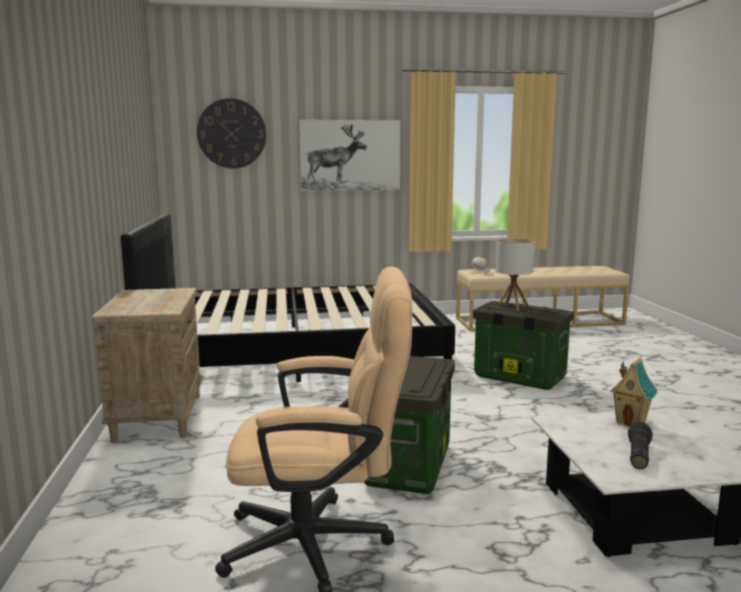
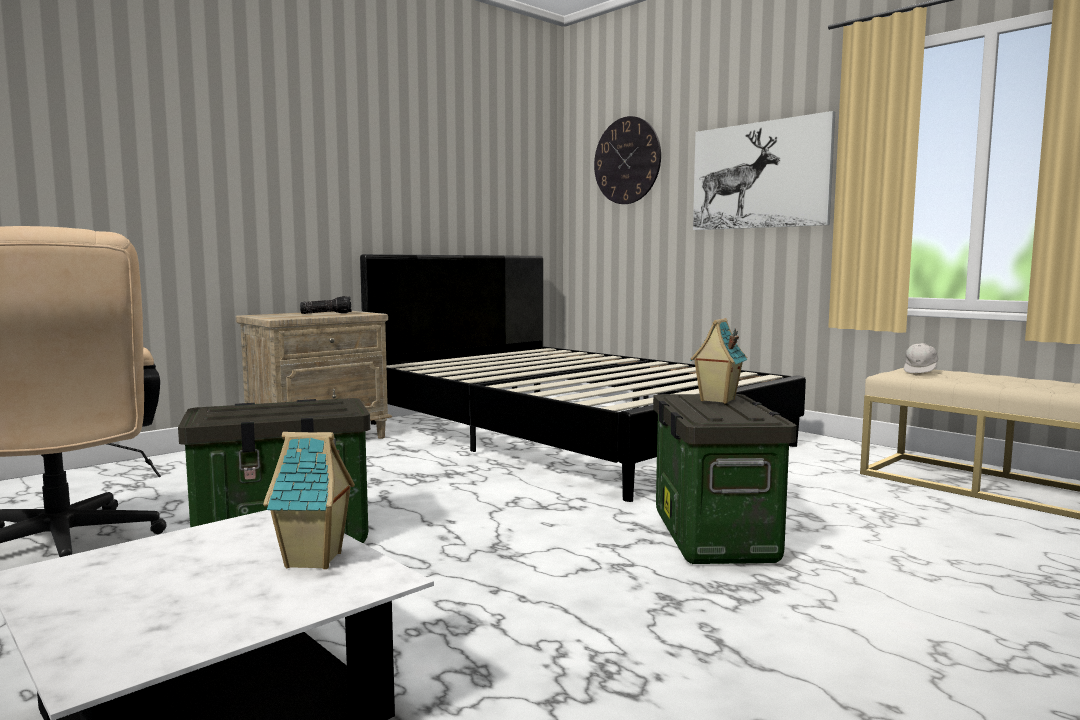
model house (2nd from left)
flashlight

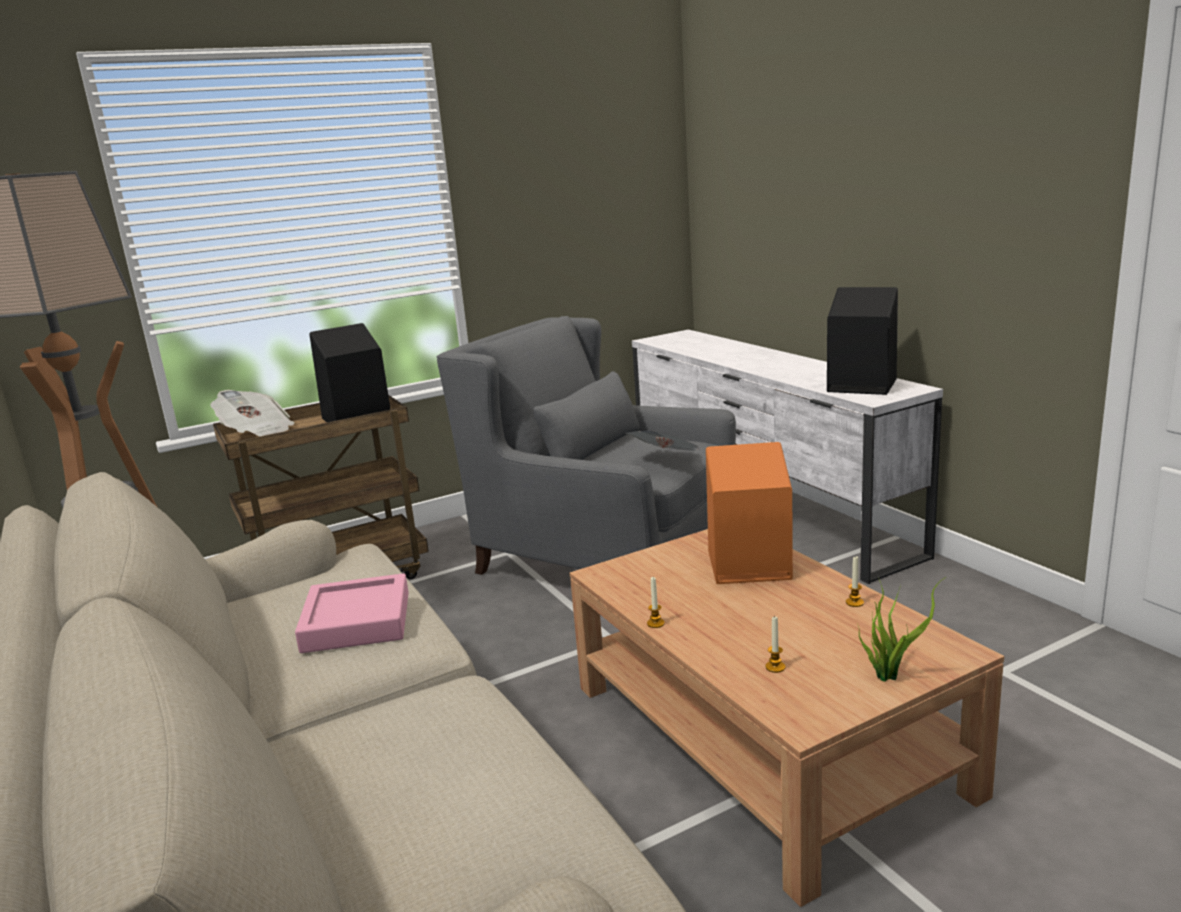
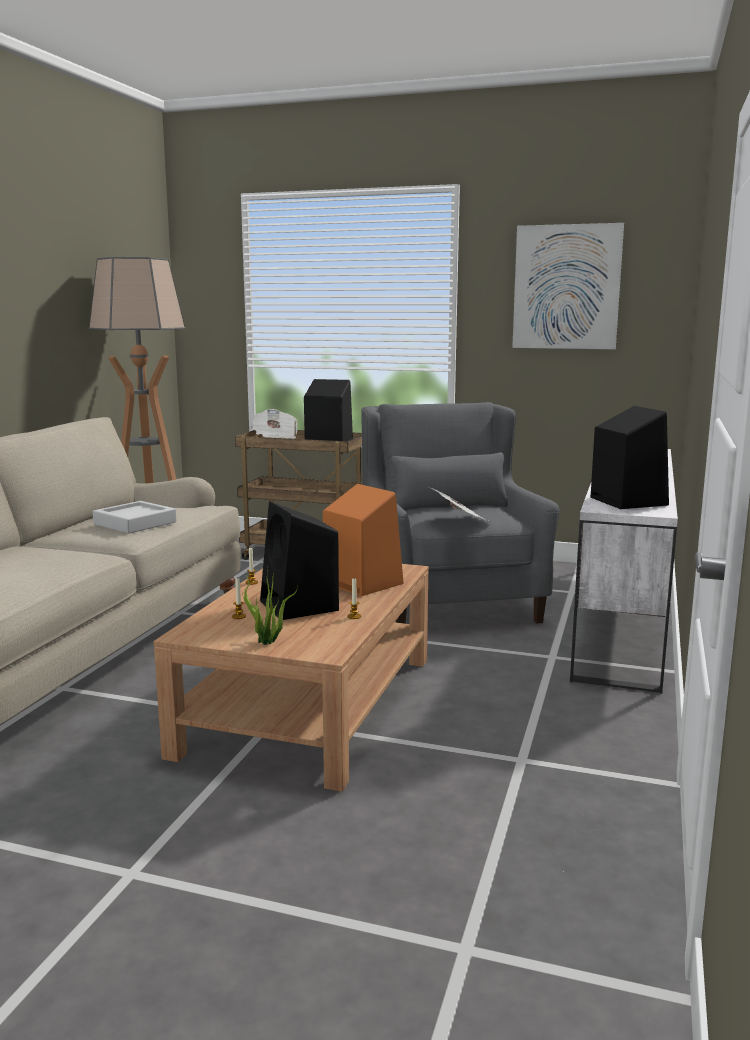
tray/greyish
speaker/black-coloured (1st from left)
wall picture

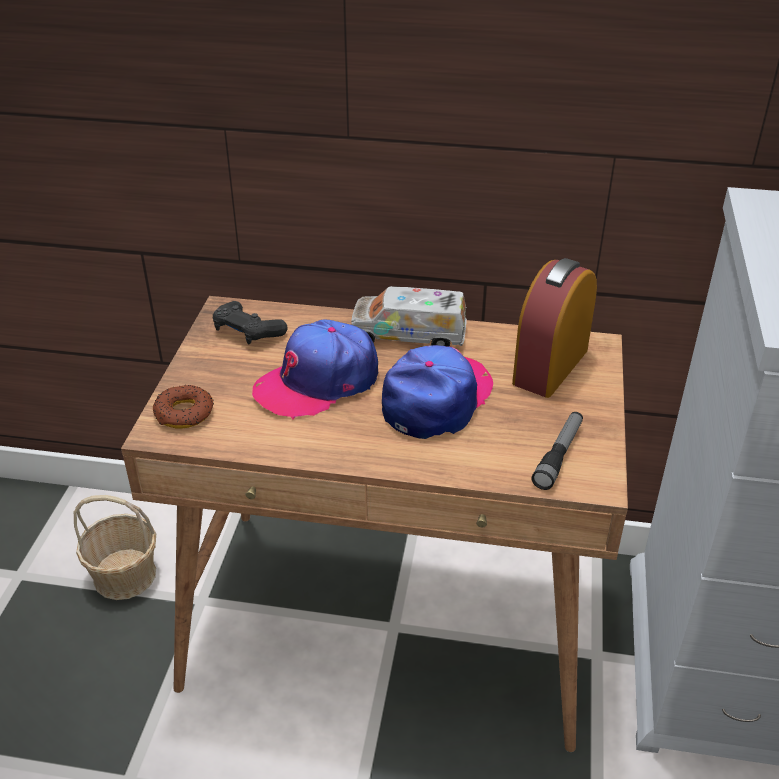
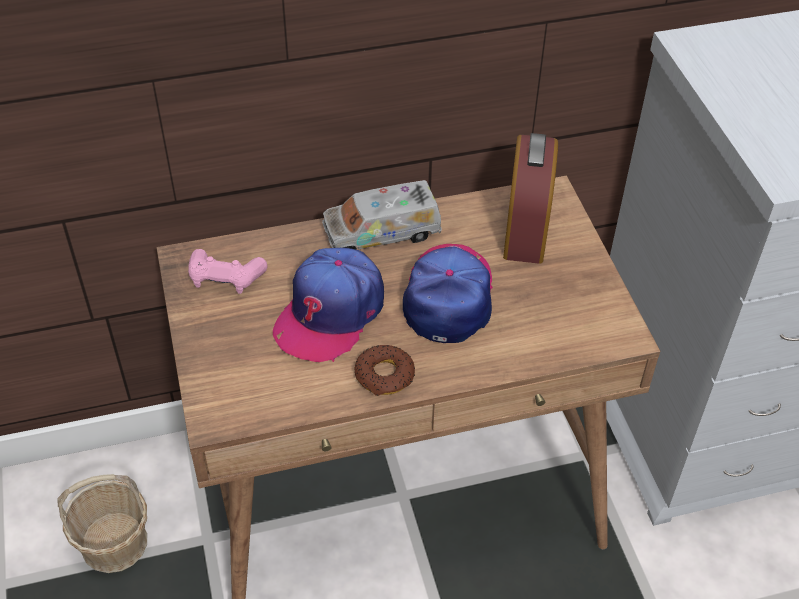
doughnut
game controller/pinkish
flashlight

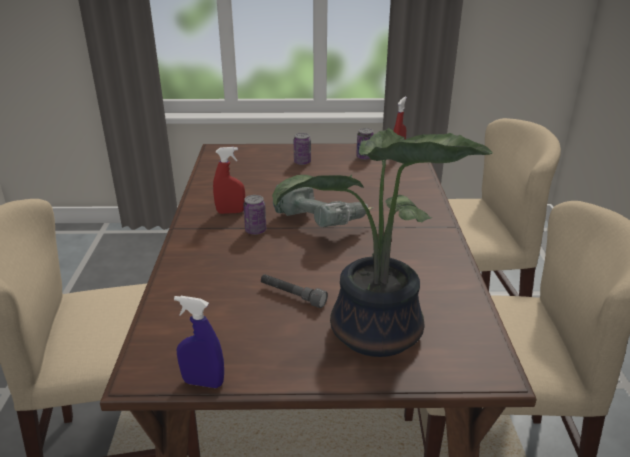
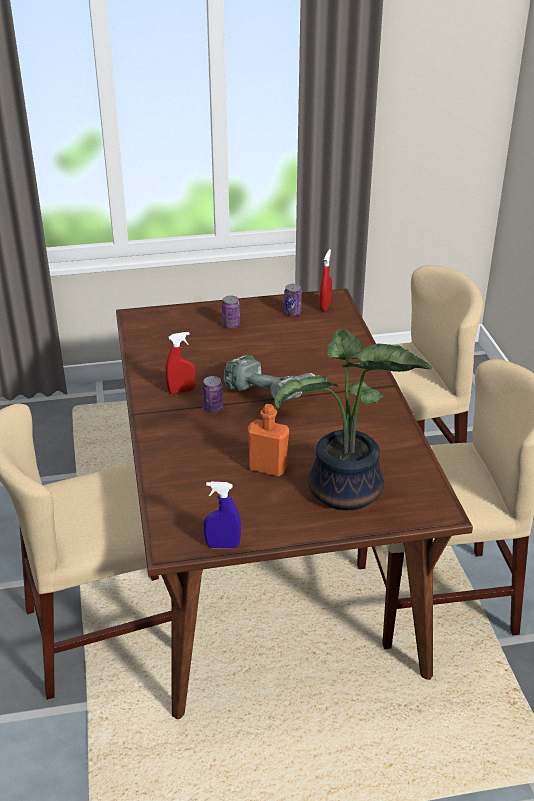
drink bottle/orangey

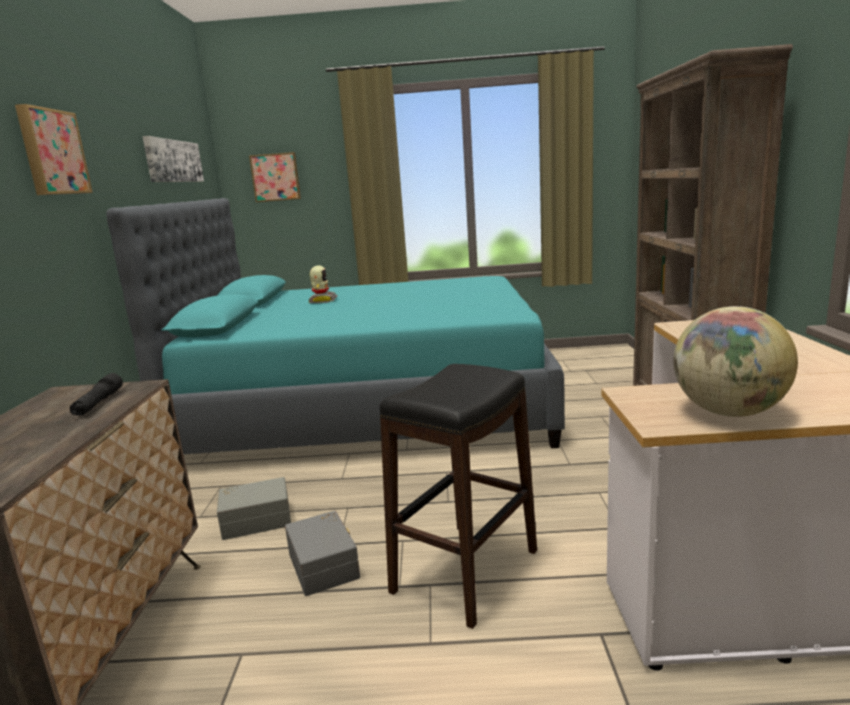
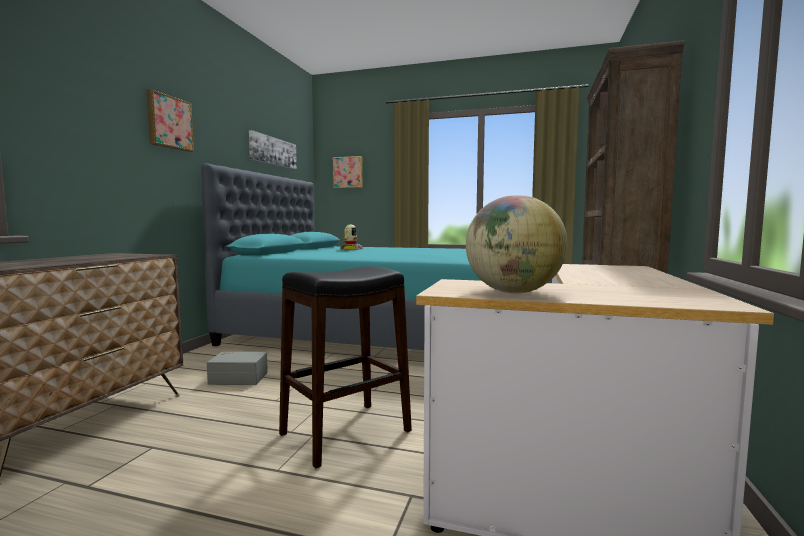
flashlight/black-coloured
storage box/greyish (2nd from left in the first image)

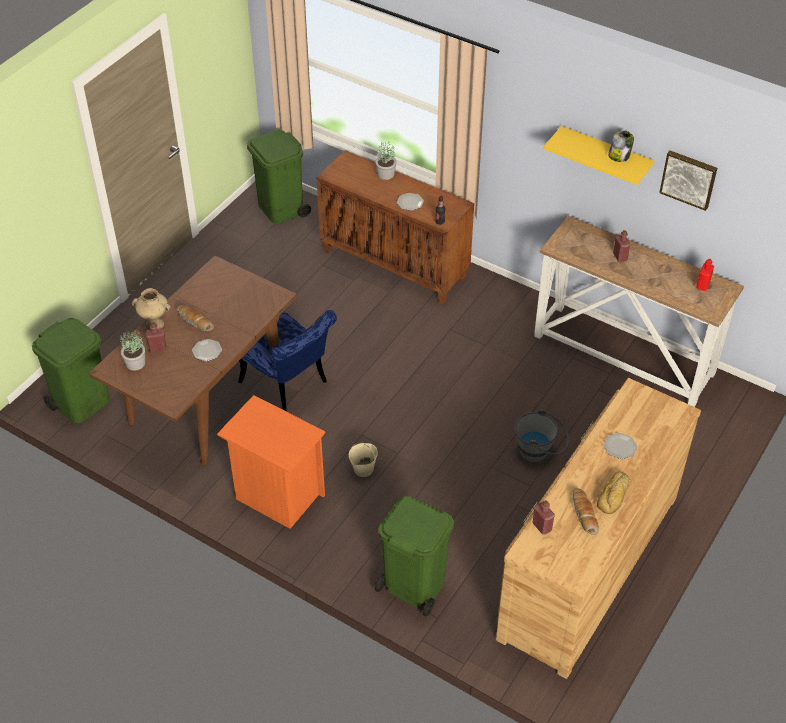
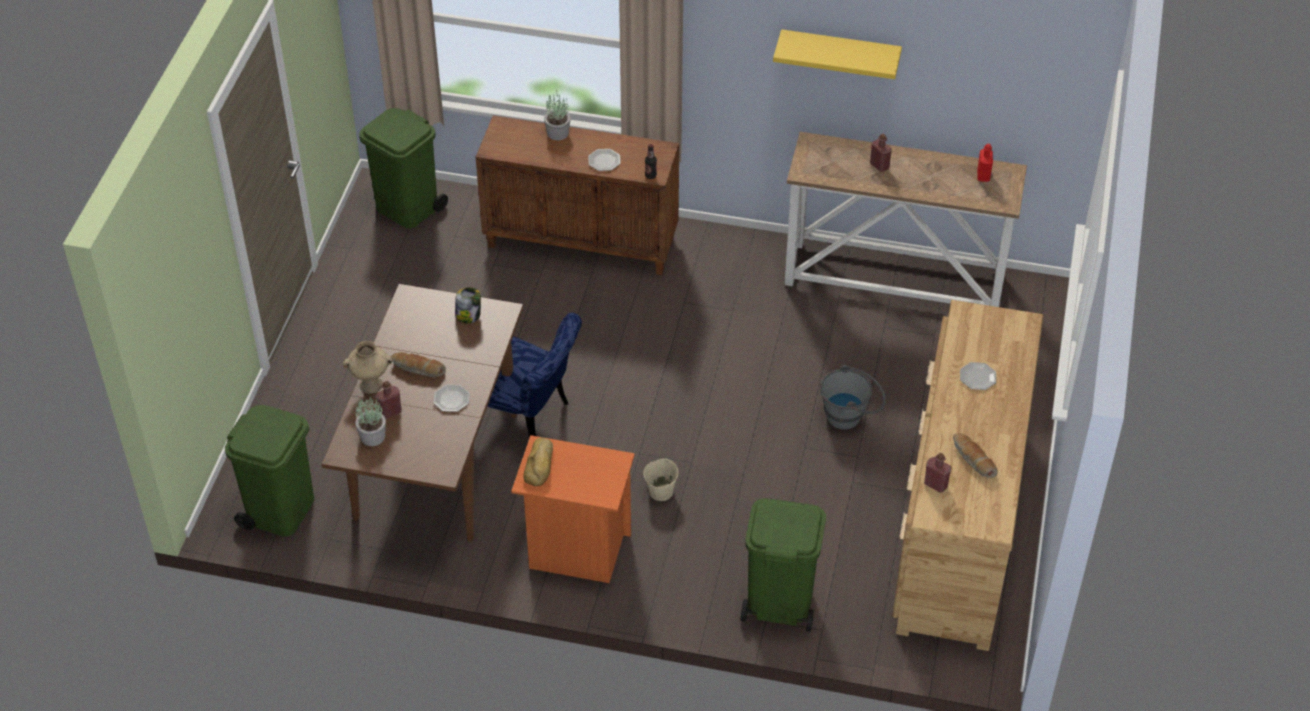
baked bread (2nd from left)
preserve jar
wall picture

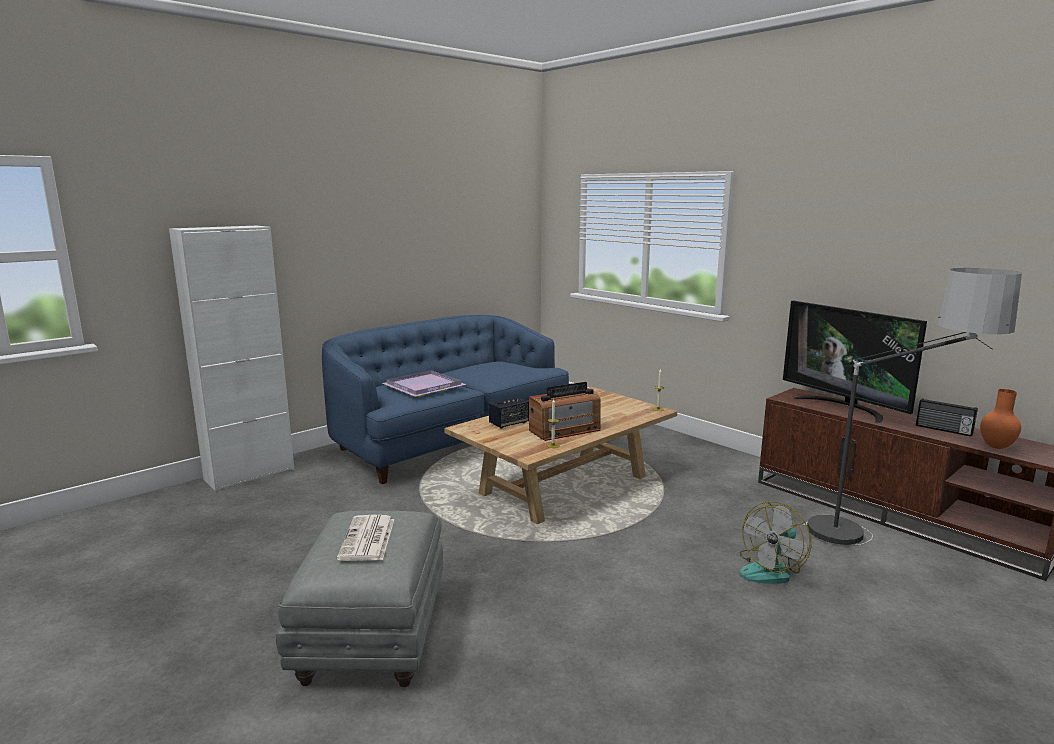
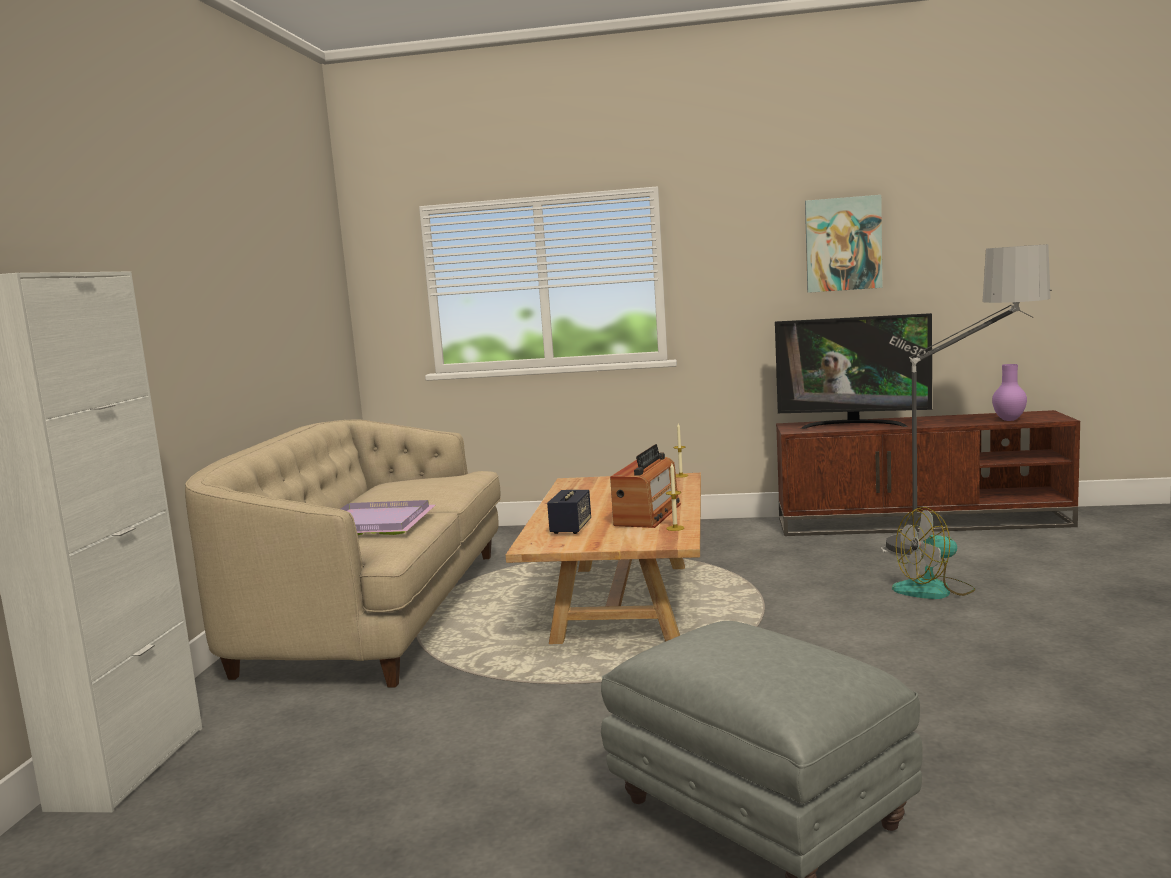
settee/beige
daily paper
fan
radio receiver (2nd from left in the first image)
decorative vase/purple-coloured
wall picture

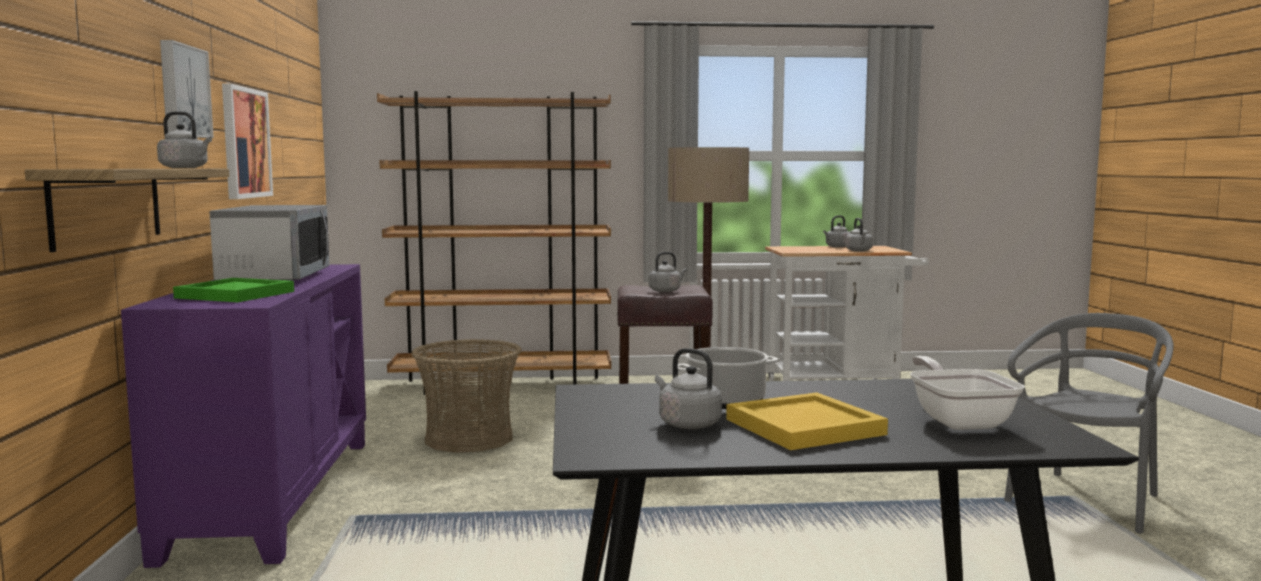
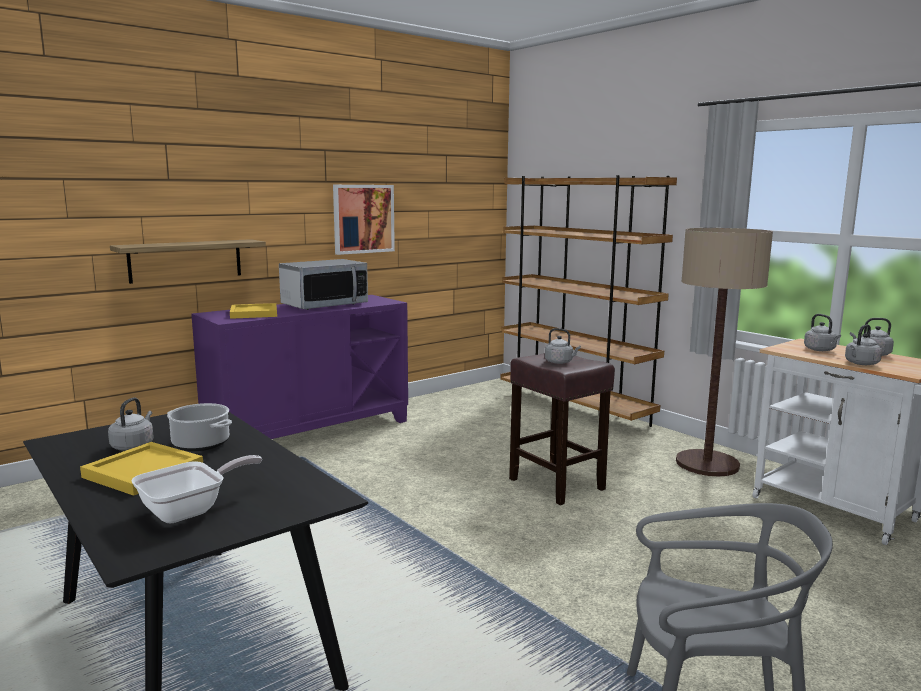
kettle/greyish (3rd from left)
wall picture (1st from left in the first image)
tray/yellow-coloured (2nd from left)
basket

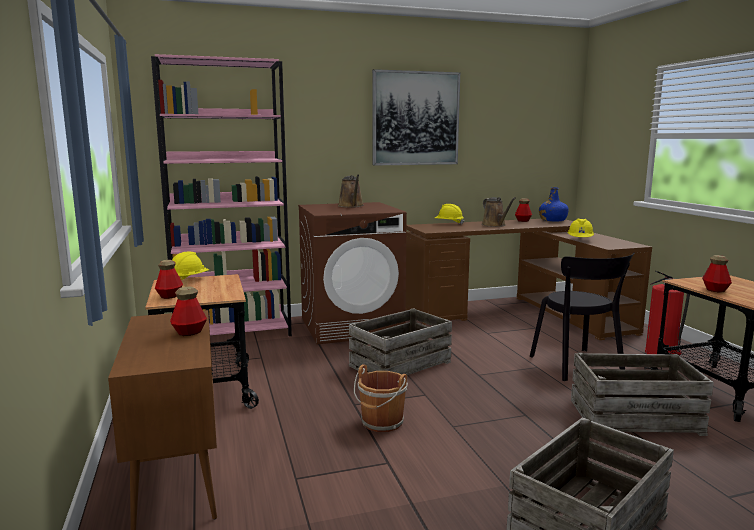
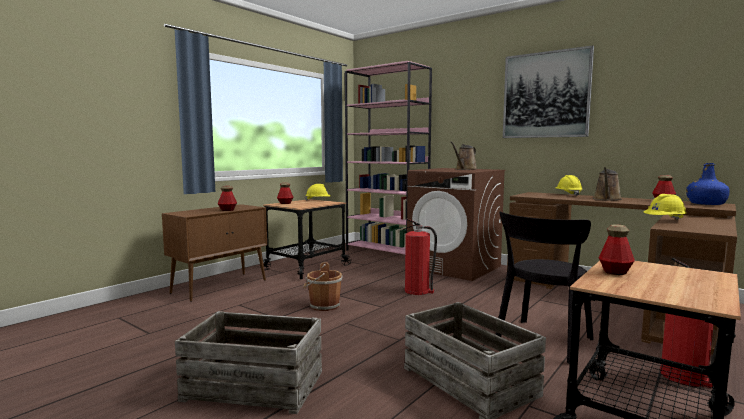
extinguisher (1st from left)

